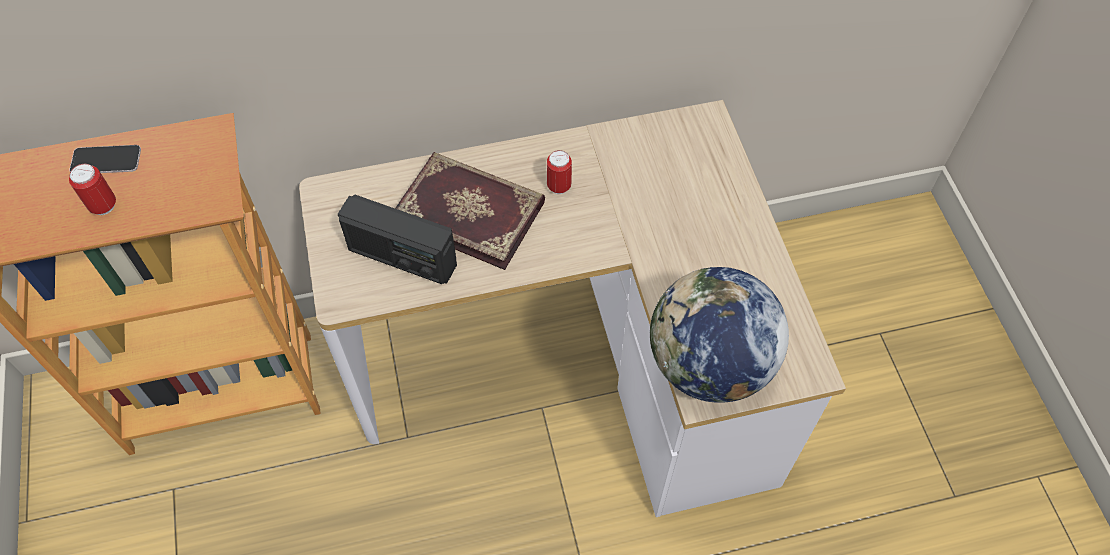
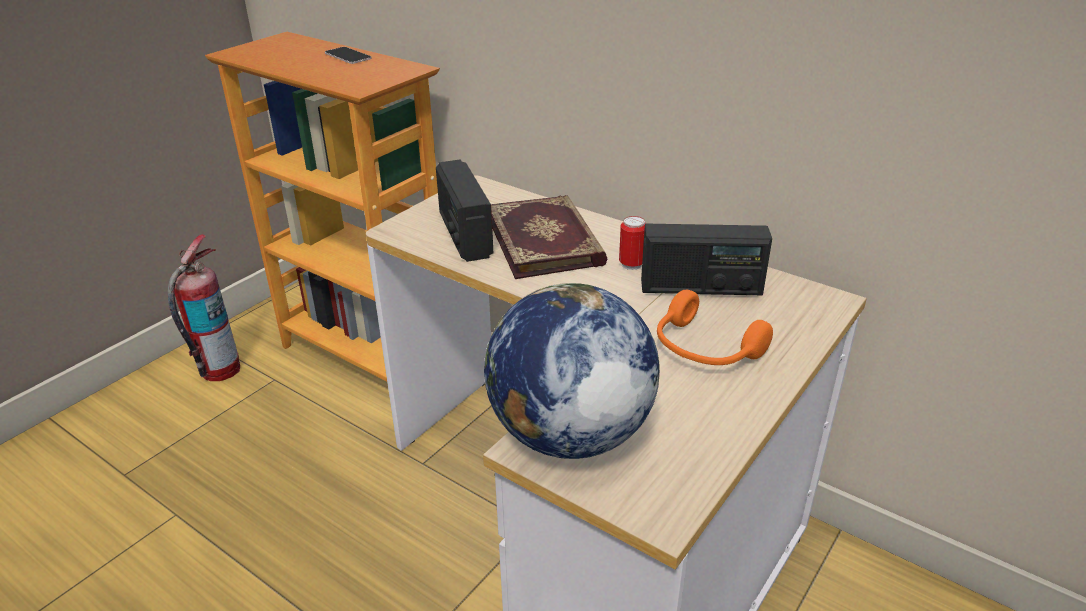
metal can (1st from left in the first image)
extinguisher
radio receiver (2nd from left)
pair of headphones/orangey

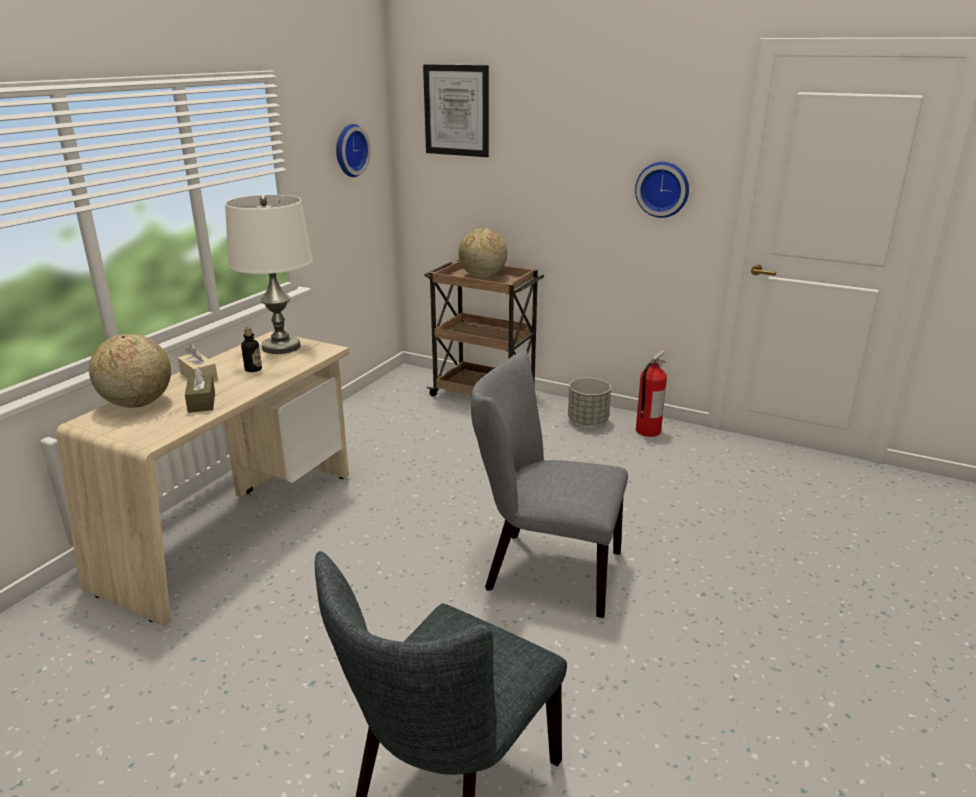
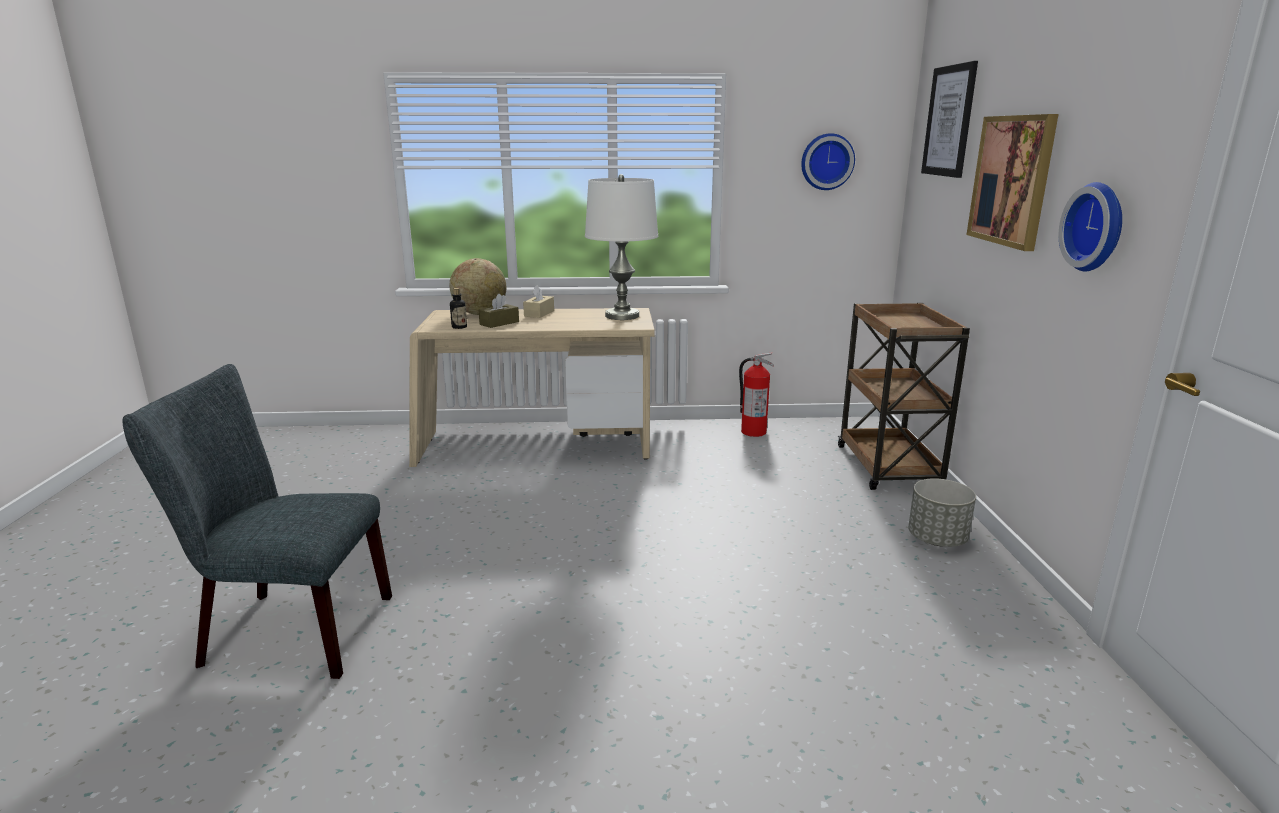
drink bottle
world globe (2nd from left in the first image)
upright chair/greyish (2nd from left in the first image)
extinguisher
wall picture (2nd from left)

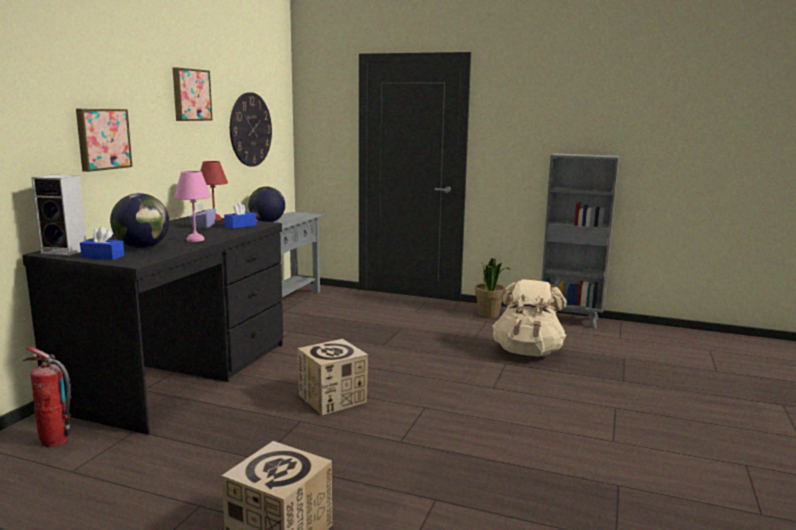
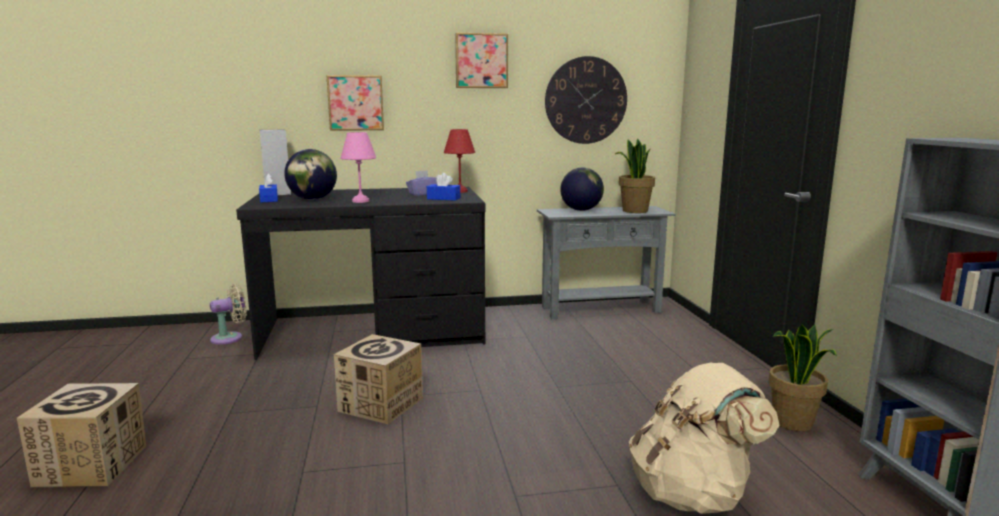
fan/beige
potted plant (1st from left)

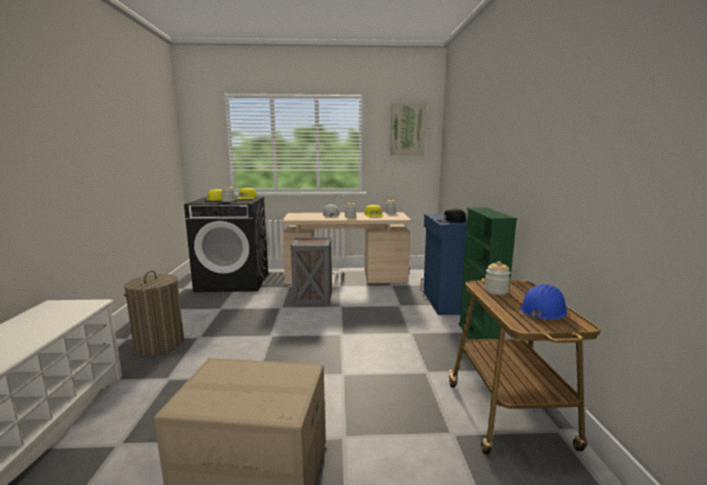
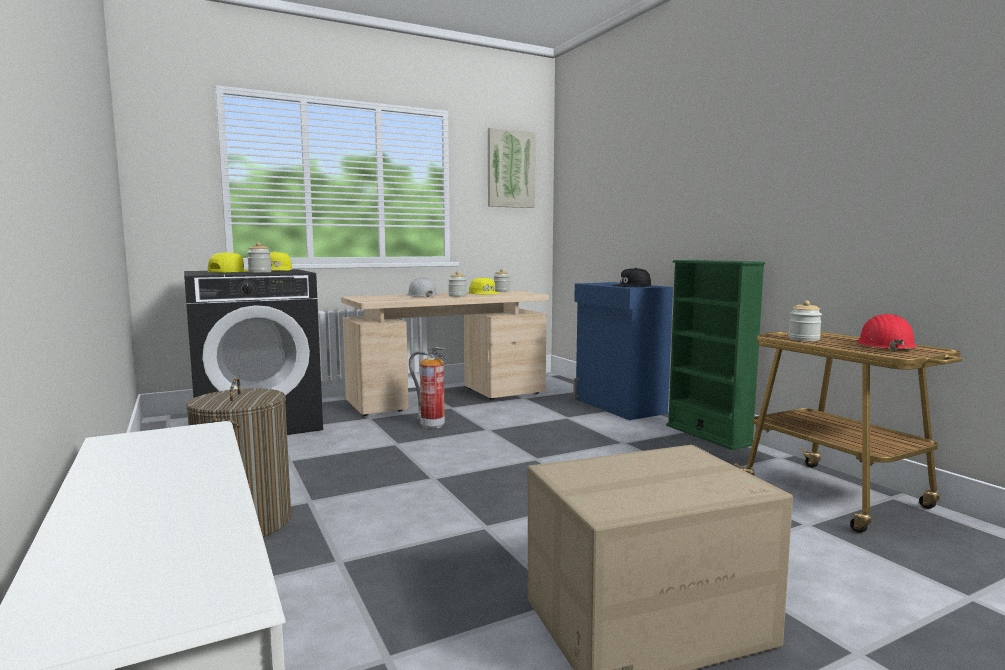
extinguisher
work helmet/red

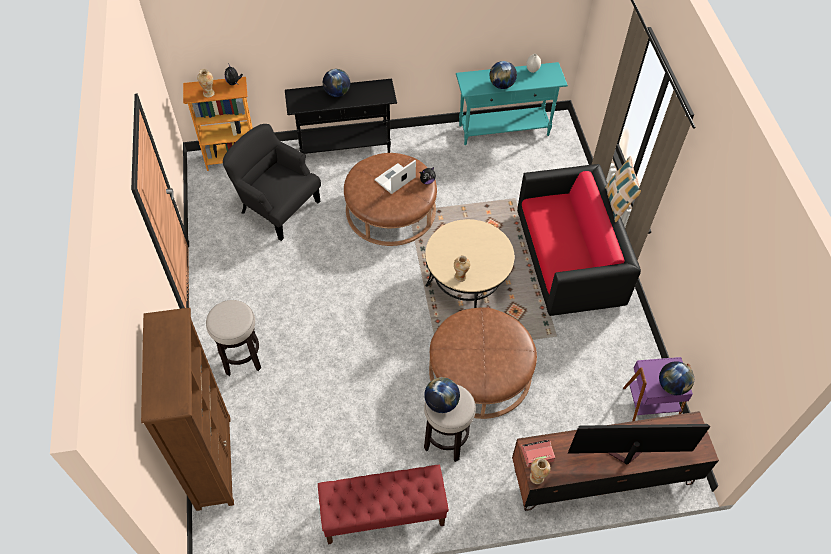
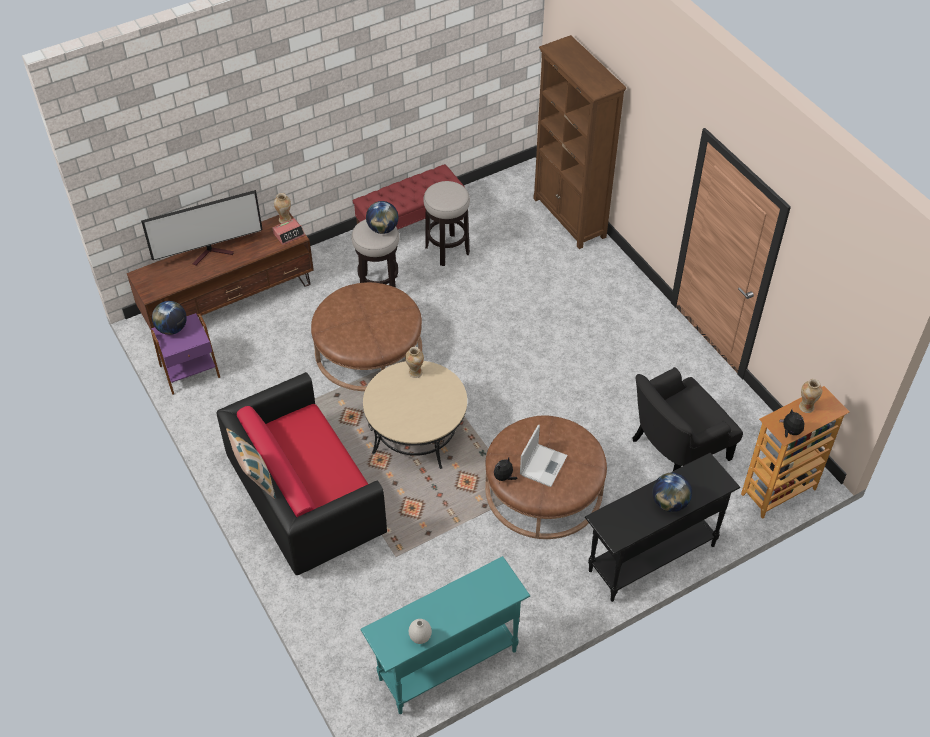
stool (2nd from left)
easy chair/black-coloured
world globe (3rd from left in the first image)

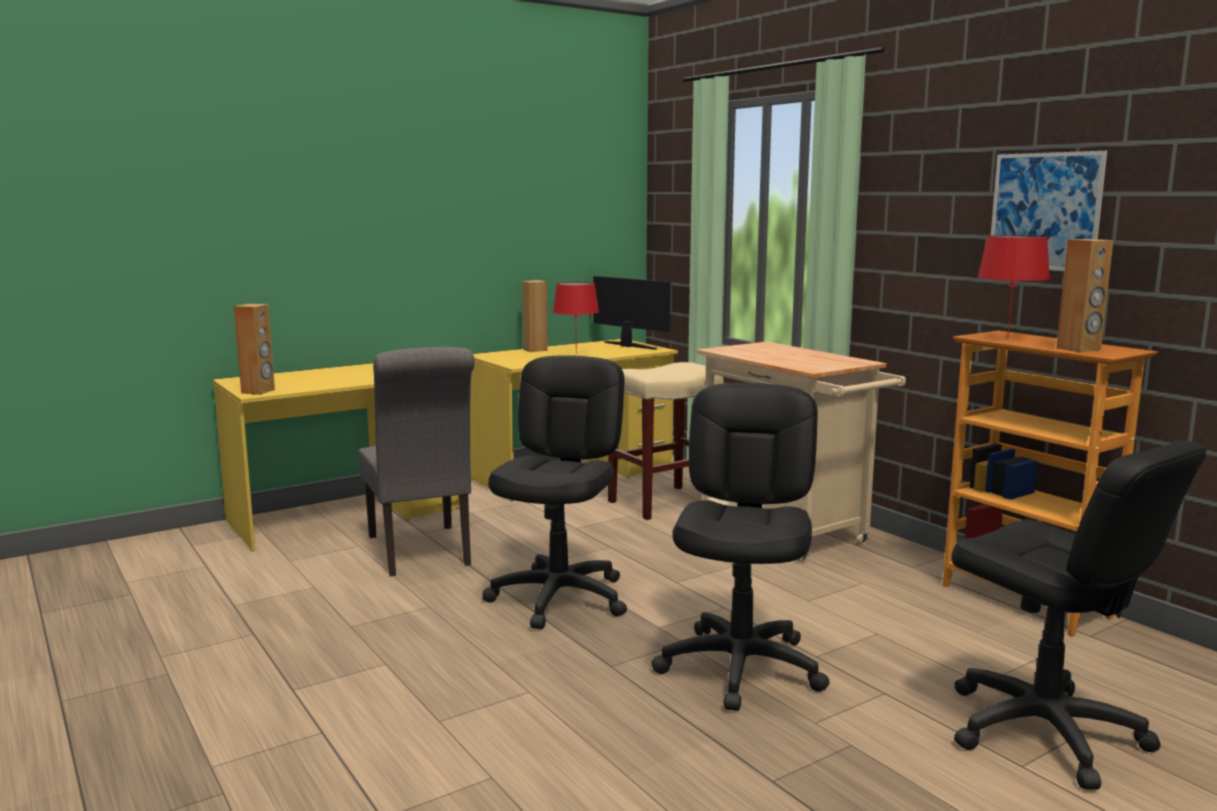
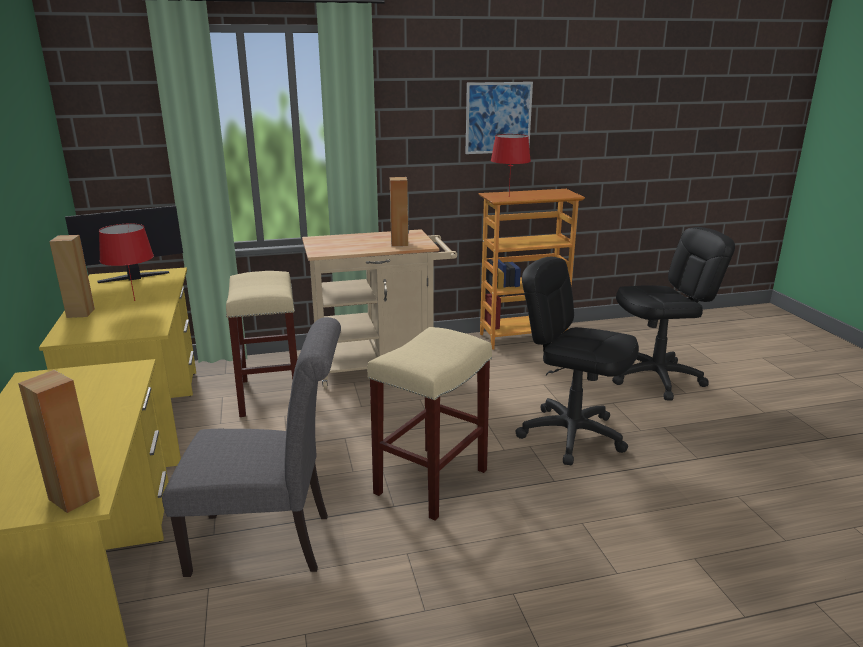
stool/beige (2nd from left)
speaker/brown-coloured (3rd from left)

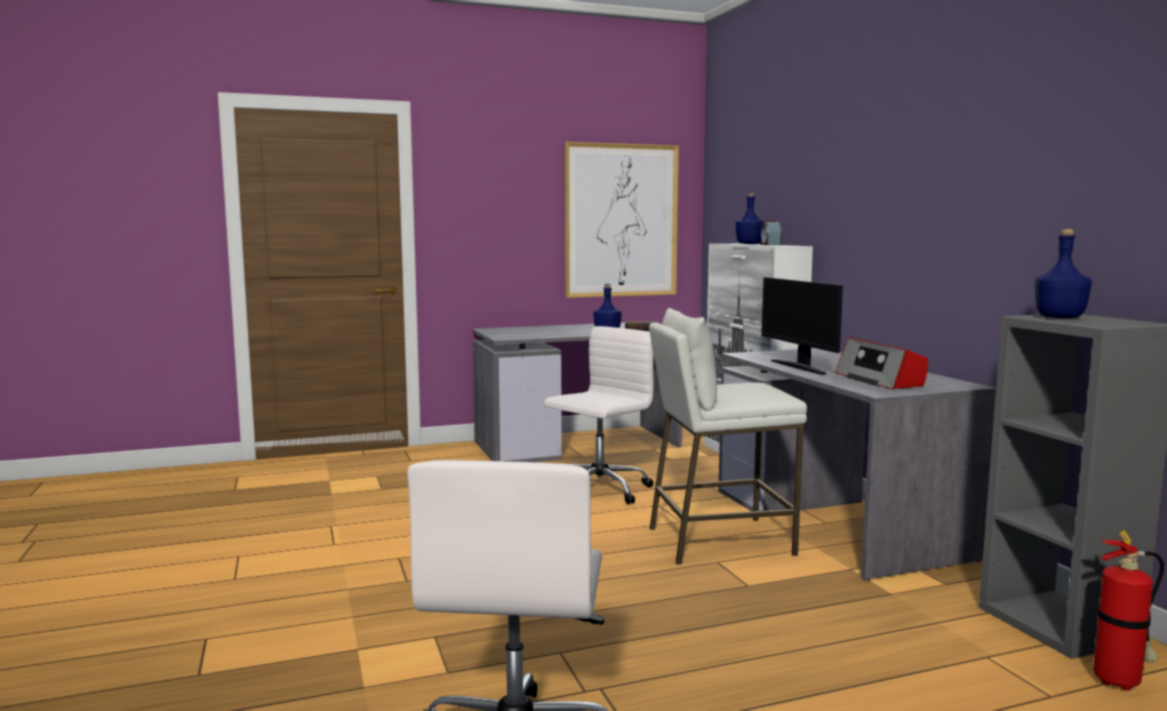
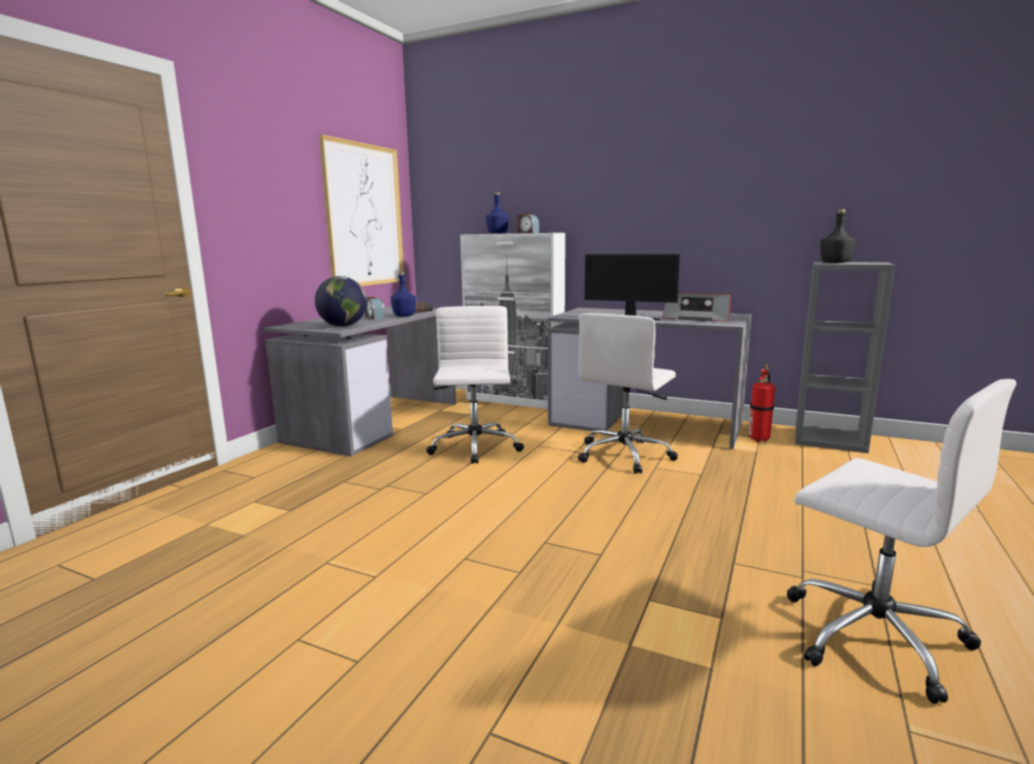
desk chair/whitish (2nd from left)
drink bottle/black-coloured
extinguisher
world globe
alarm clock (1st from left)

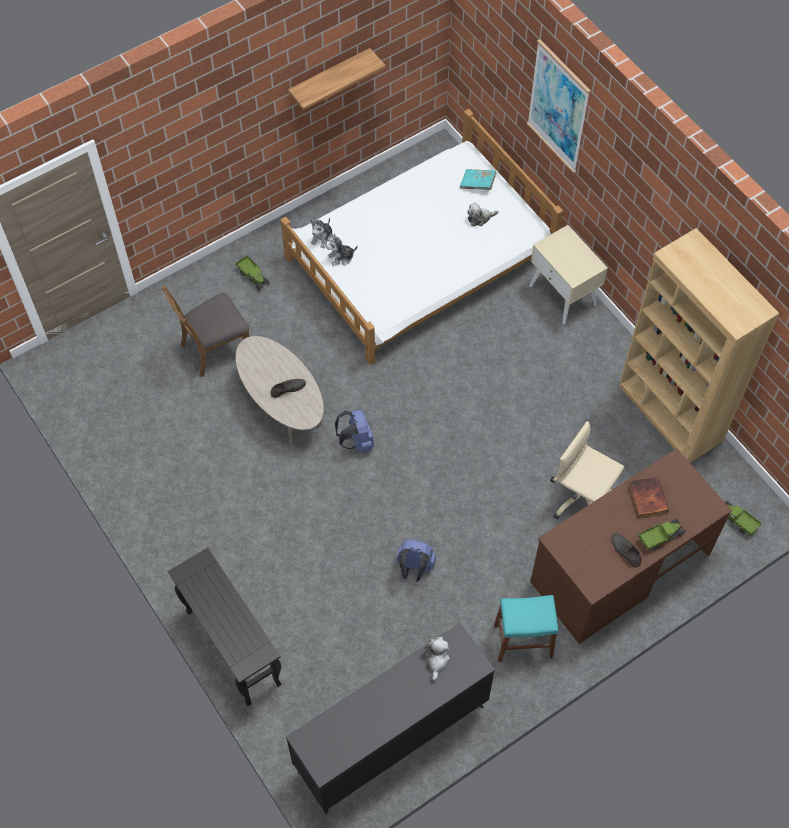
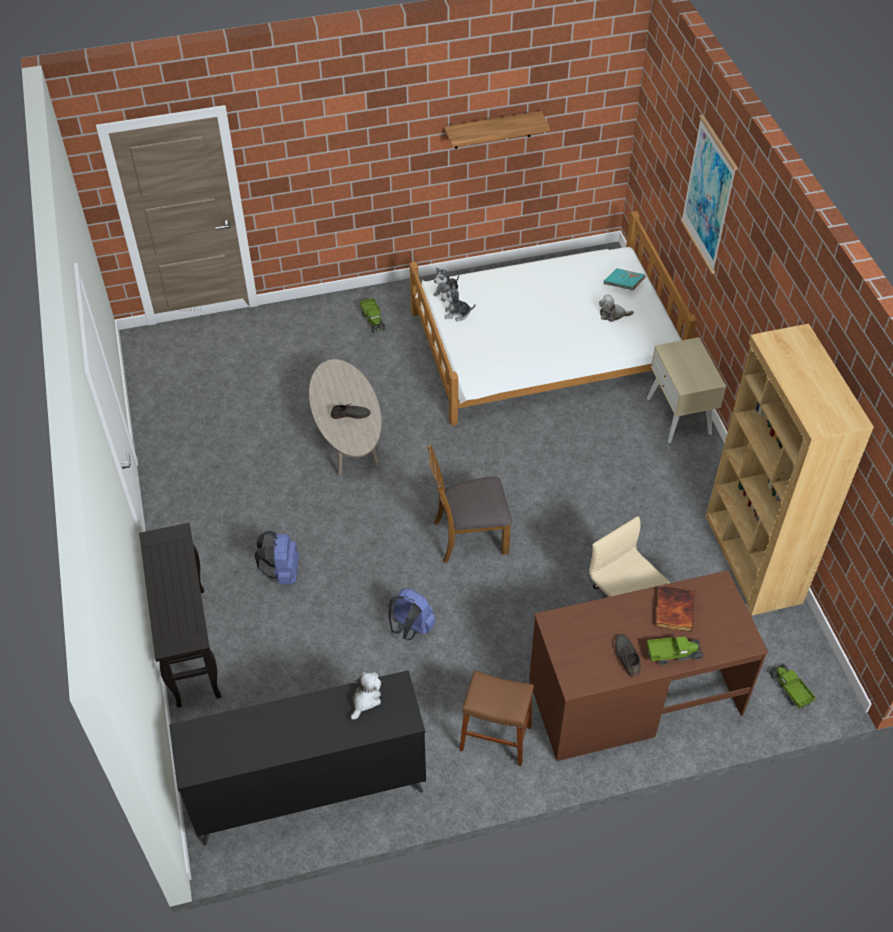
upright chair/brown-coloured
backpack/blue (1st from left)
stool/brown-coloured

